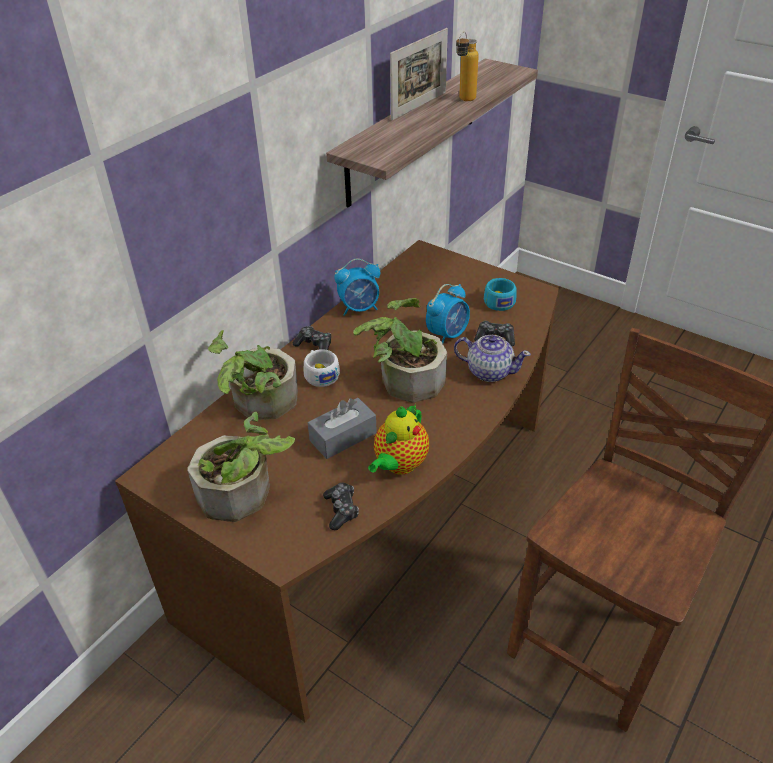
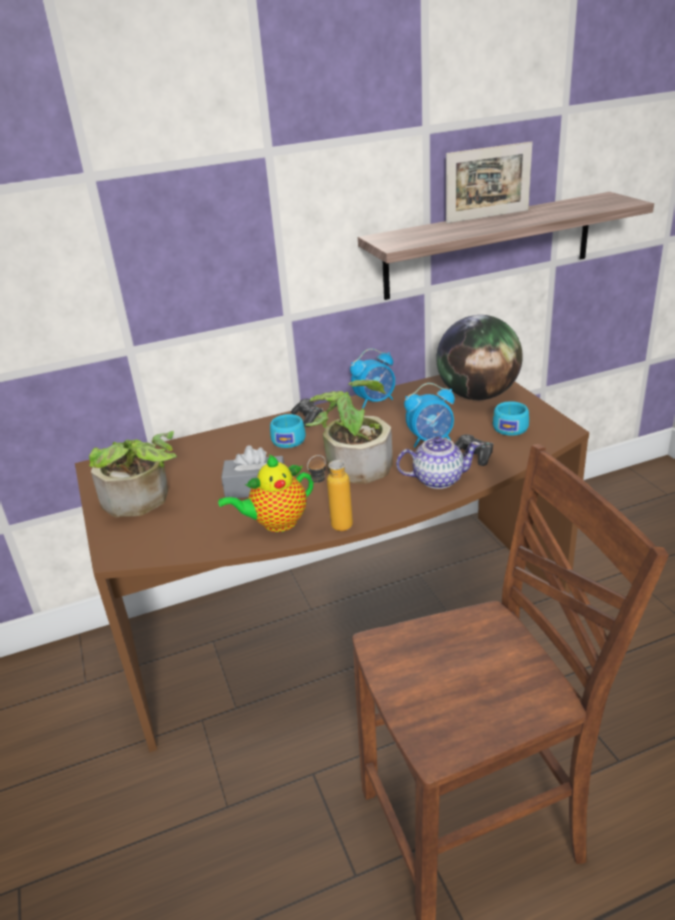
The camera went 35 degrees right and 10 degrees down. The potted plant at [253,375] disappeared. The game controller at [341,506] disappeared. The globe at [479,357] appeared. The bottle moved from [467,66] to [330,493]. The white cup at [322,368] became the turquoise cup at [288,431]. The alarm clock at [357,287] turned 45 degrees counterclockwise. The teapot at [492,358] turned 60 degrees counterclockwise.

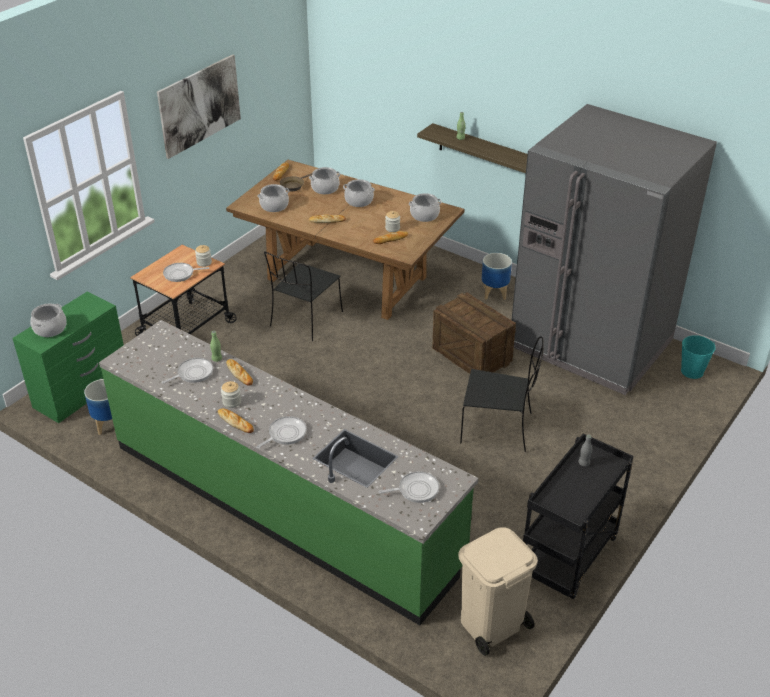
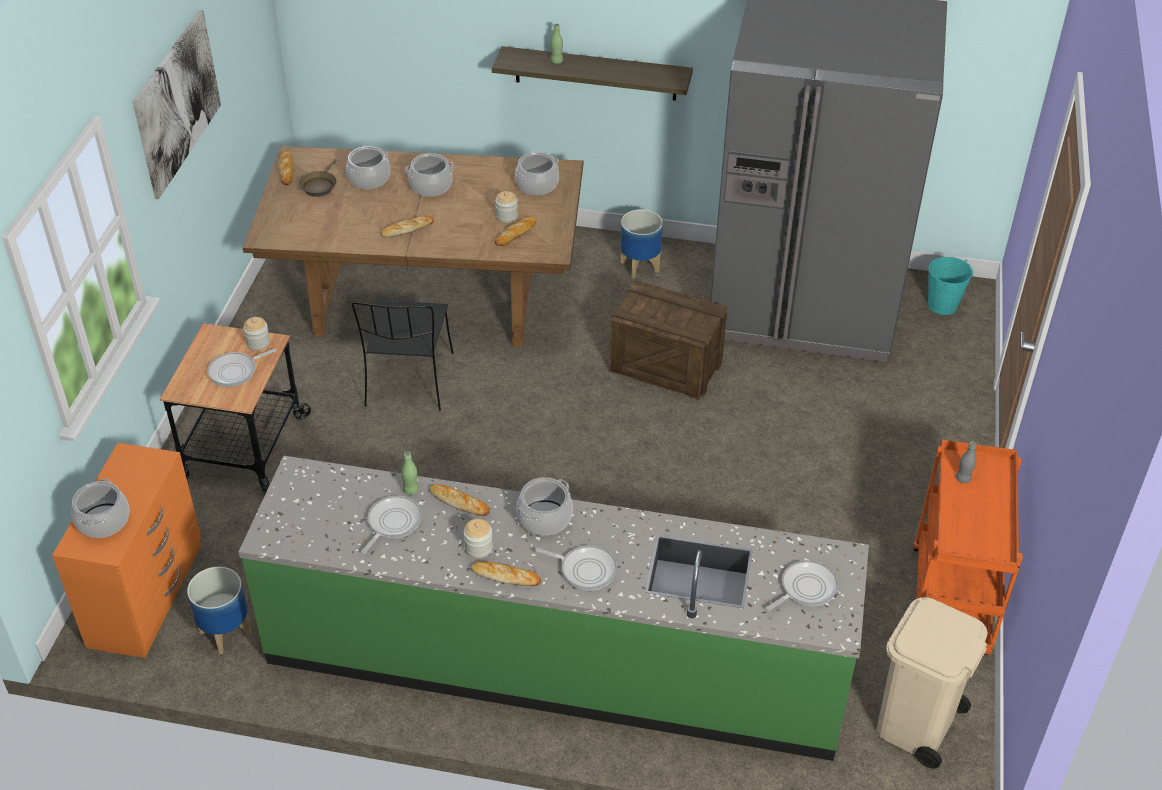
The camera went 25 degrees left and 5 degrees up. The black chair at [502,394] disappeared. The cooking pot moved from [273,198] to [544,506]. The green dresser at [68,357] became the orange dresser at [126,550]. The black cart at [578,516] became the orange cart at [968,547]. The frying pan at [281,432] turned 90 degrees clockwise.

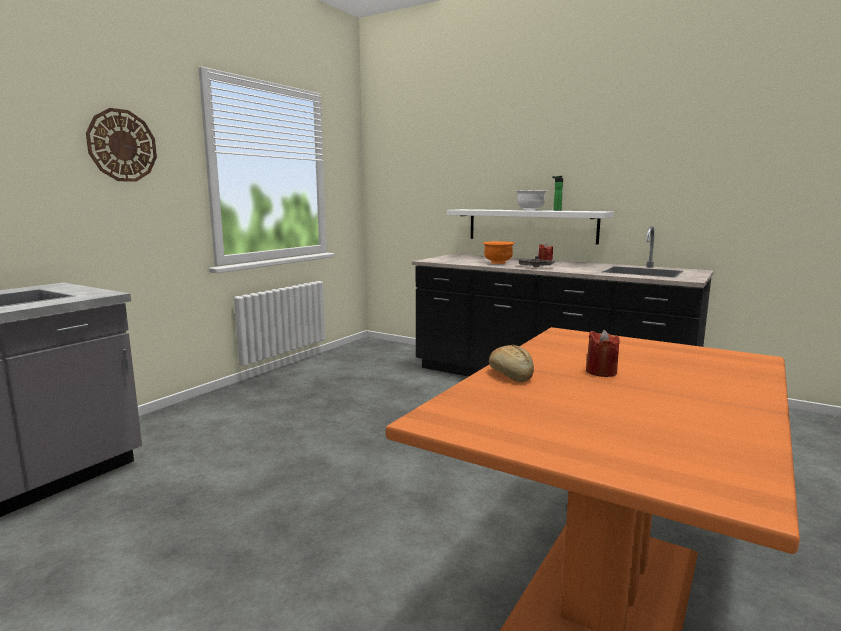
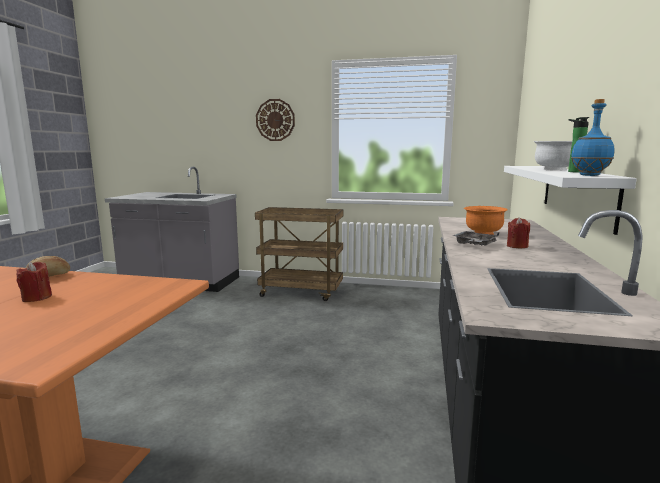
The camera went 70 degrees right and 0 degrees up. The brown cart at [299,254] appeared. The blue bottle at [592,137] appeared.

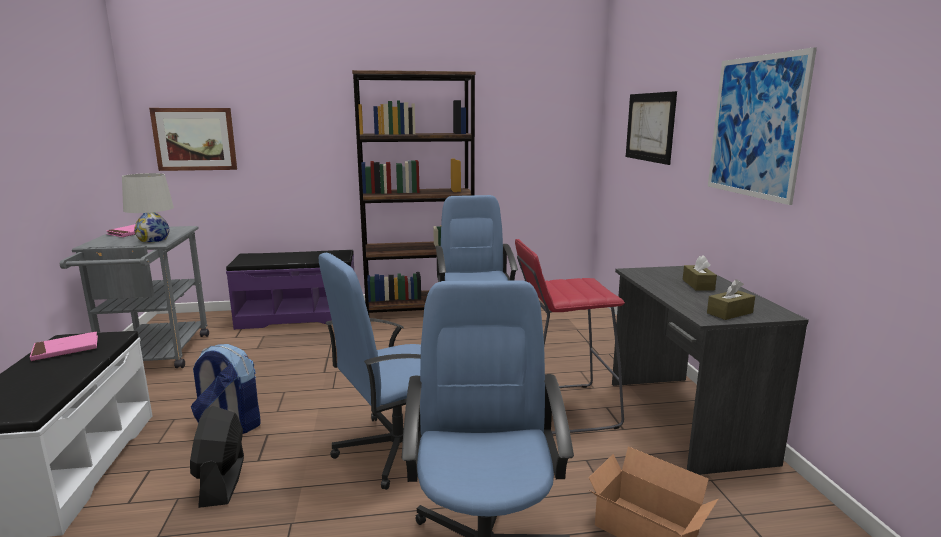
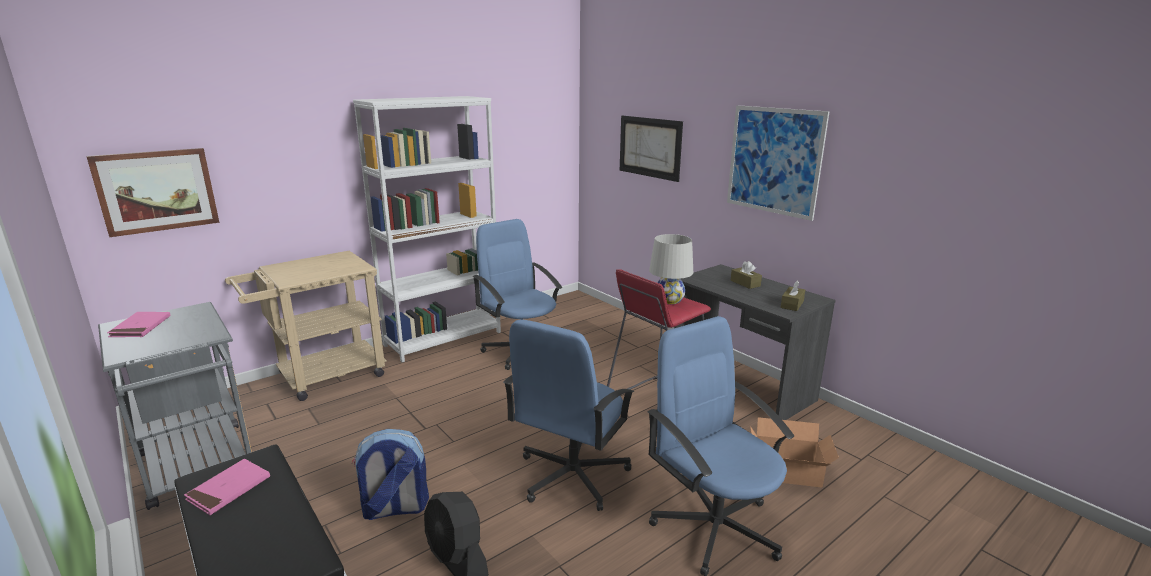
The camera went 30 degrees left and 5 degrees up. The white table lamp moved from [148,208] to [671,269]. The purple bench at [290,290] was replaced by the beige cart at [306,326]. The brown bookcase at [413,192] became the white bookcase at [427,229].

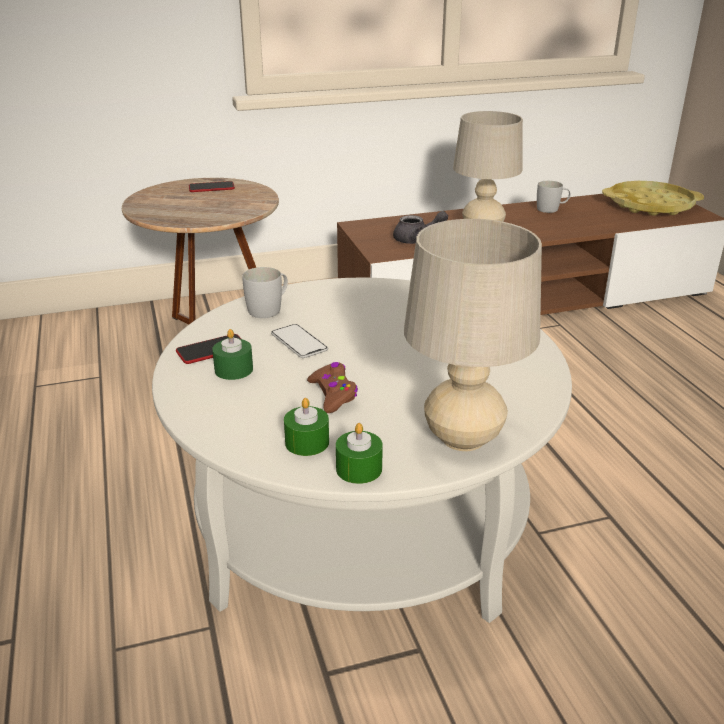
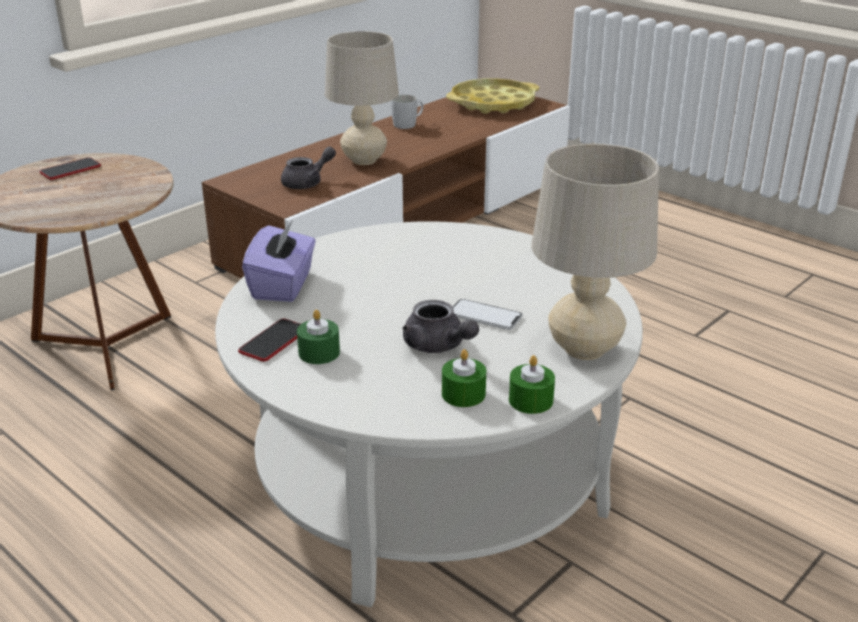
The camera went 30 degrees left and 0 degrees up. The phone moved from [299,341] to [488,314]. The white mug at [265,292] was replaced by the purple tissue box at [279,261]. The brown game controller at [332,387] was replaced by the grey teapot at [440,326].

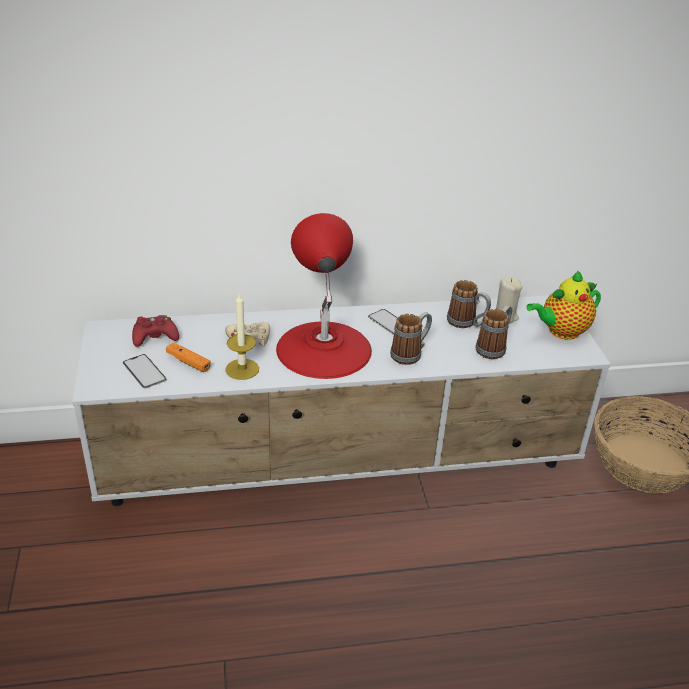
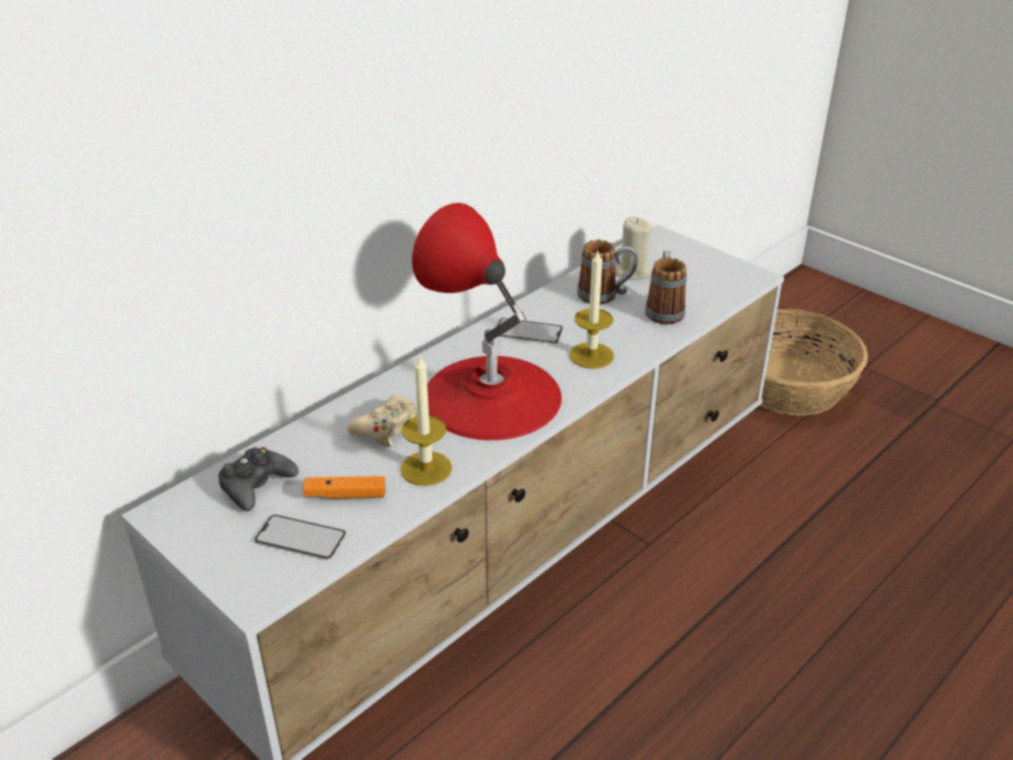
The camera went 35 degrees left and 0 degrees up. The teapot at [563,305] disappeared. The mug at [411,338] was replaced by the candle at [592,309]. The red game controller at [155,331] became the black game controller at [258,479].

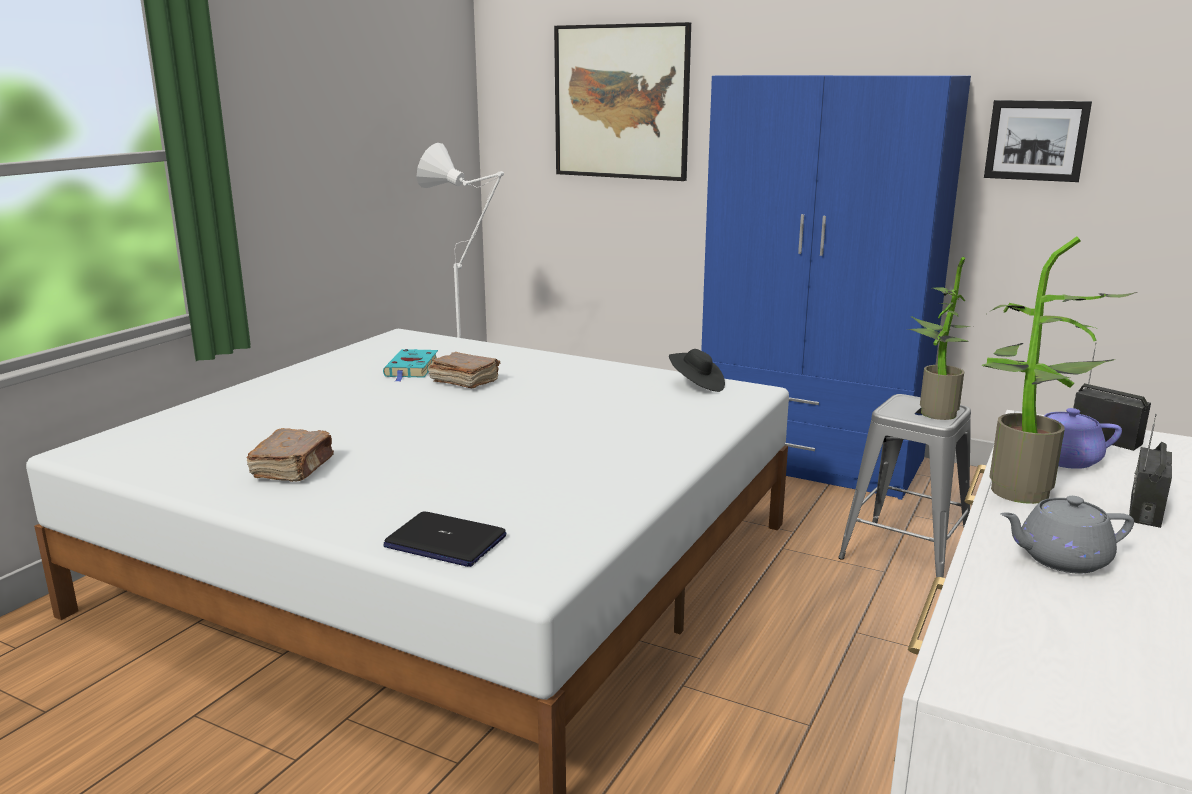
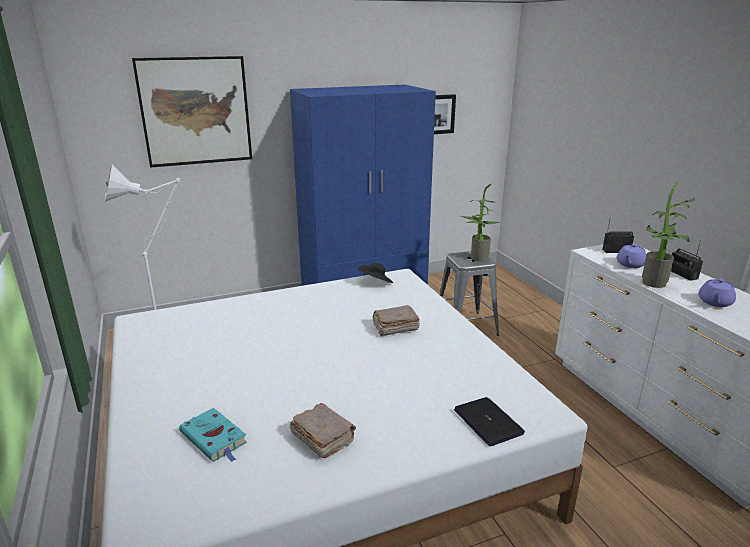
The camera went 50 degrees left and 5 degrees up. The turquoise book moved from [410,365] to [213,435]. The brown book moved from [464,370] to [396,320]. The grey teapot at [1067,534] became the purple teapot at [717,293]. The laptop at [444,539] turned 90 degrees counterclockwise.

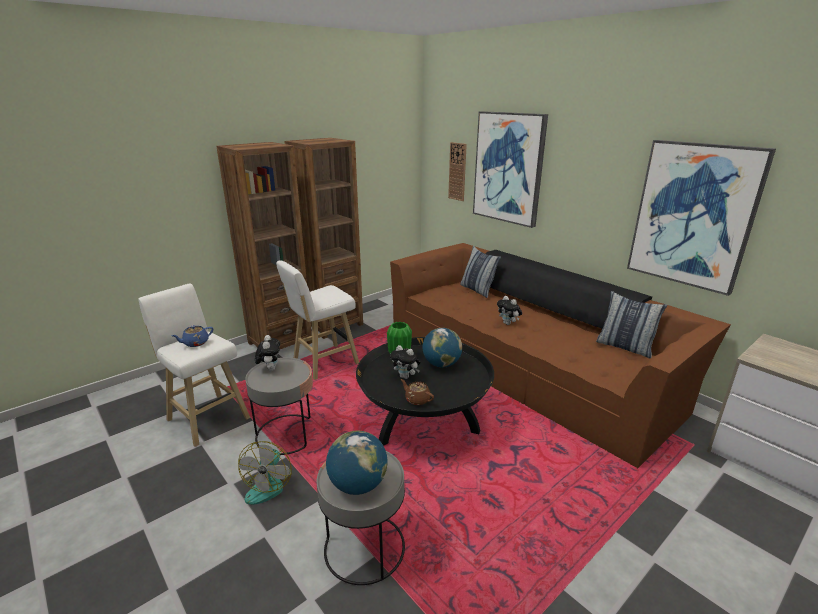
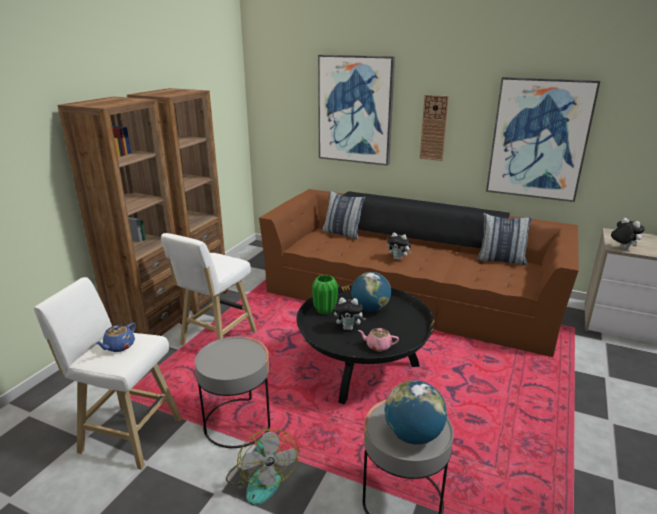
The camera went 25 degrees left and 0 degrees up. The plush toy moved from [267,353] to [628,233]. The wall clock moved from [457,171] to [434,128]. The brown teapot at [417,392] became the pink teapot at [378,339].

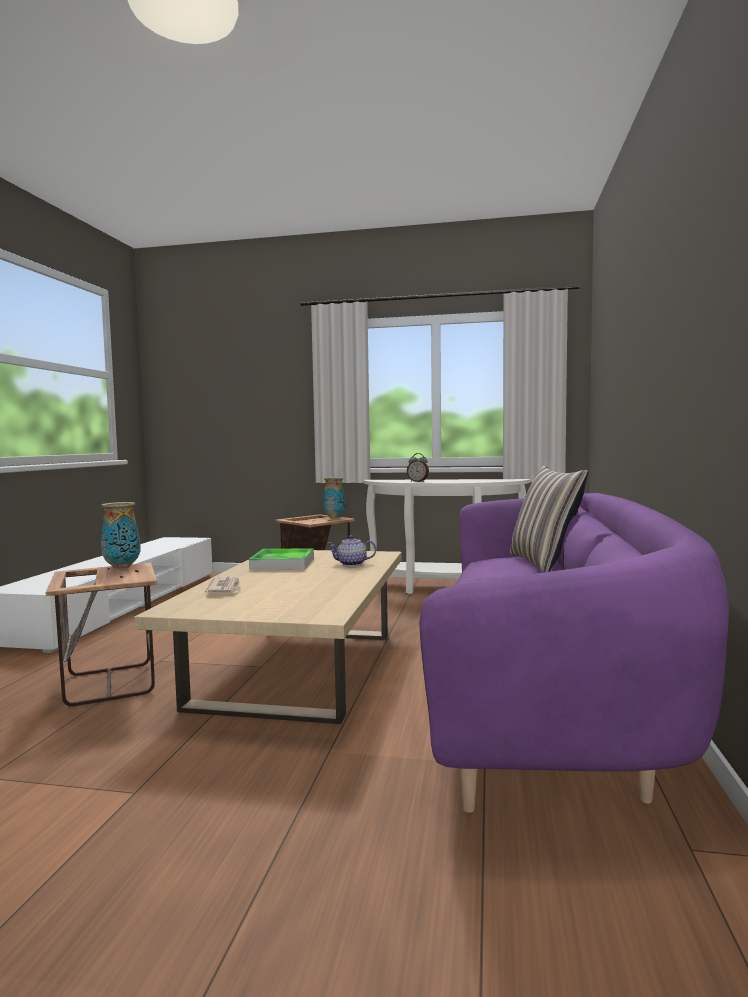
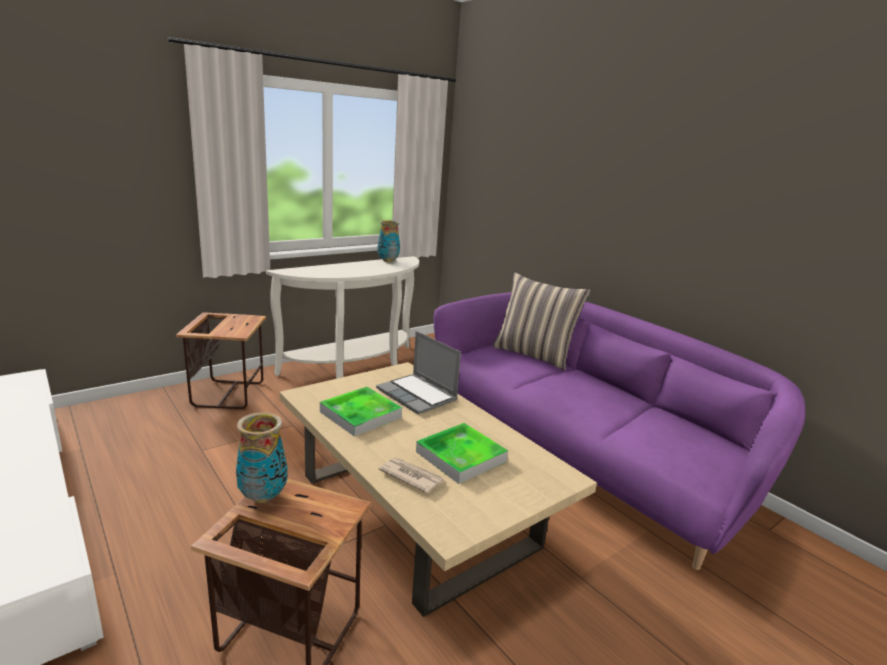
The camera went 50 degrees left and 15 degrees up. The alarm clock at [418,467] disappeared. The tray at [462,453] appeared. The vase moved from [334,497] to [389,241]. The teapot at [351,550] was replaced by the laptop at [418,373].

